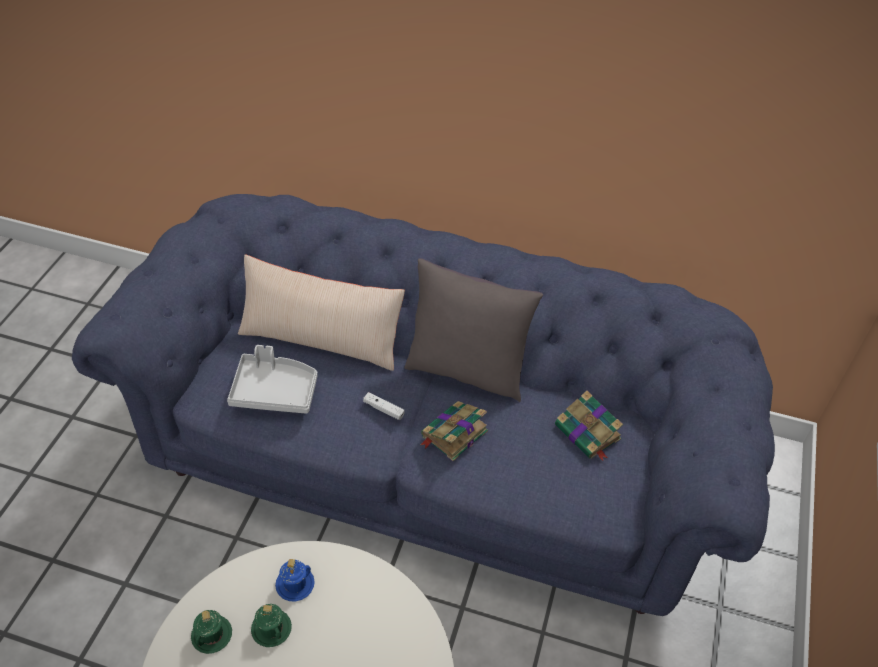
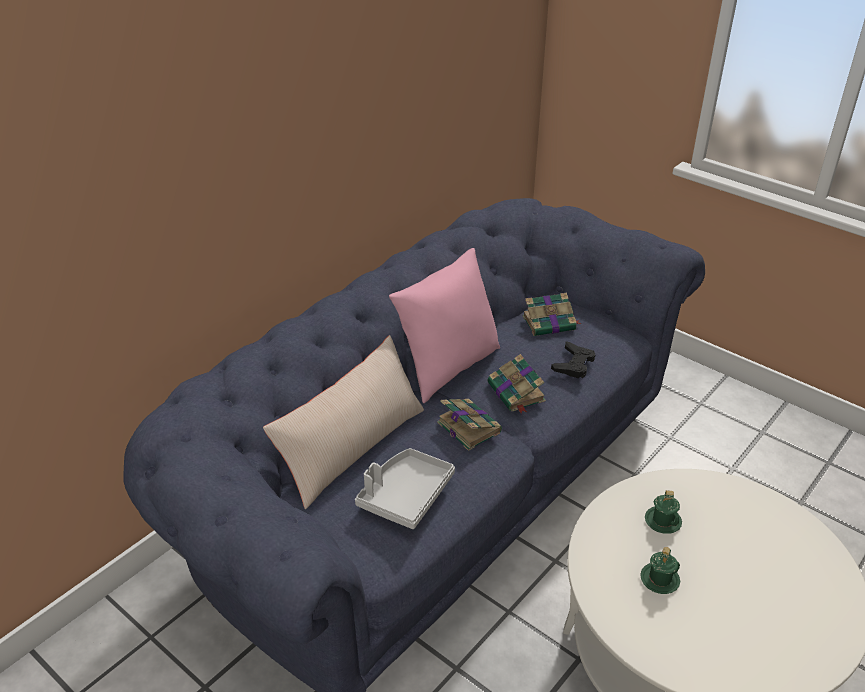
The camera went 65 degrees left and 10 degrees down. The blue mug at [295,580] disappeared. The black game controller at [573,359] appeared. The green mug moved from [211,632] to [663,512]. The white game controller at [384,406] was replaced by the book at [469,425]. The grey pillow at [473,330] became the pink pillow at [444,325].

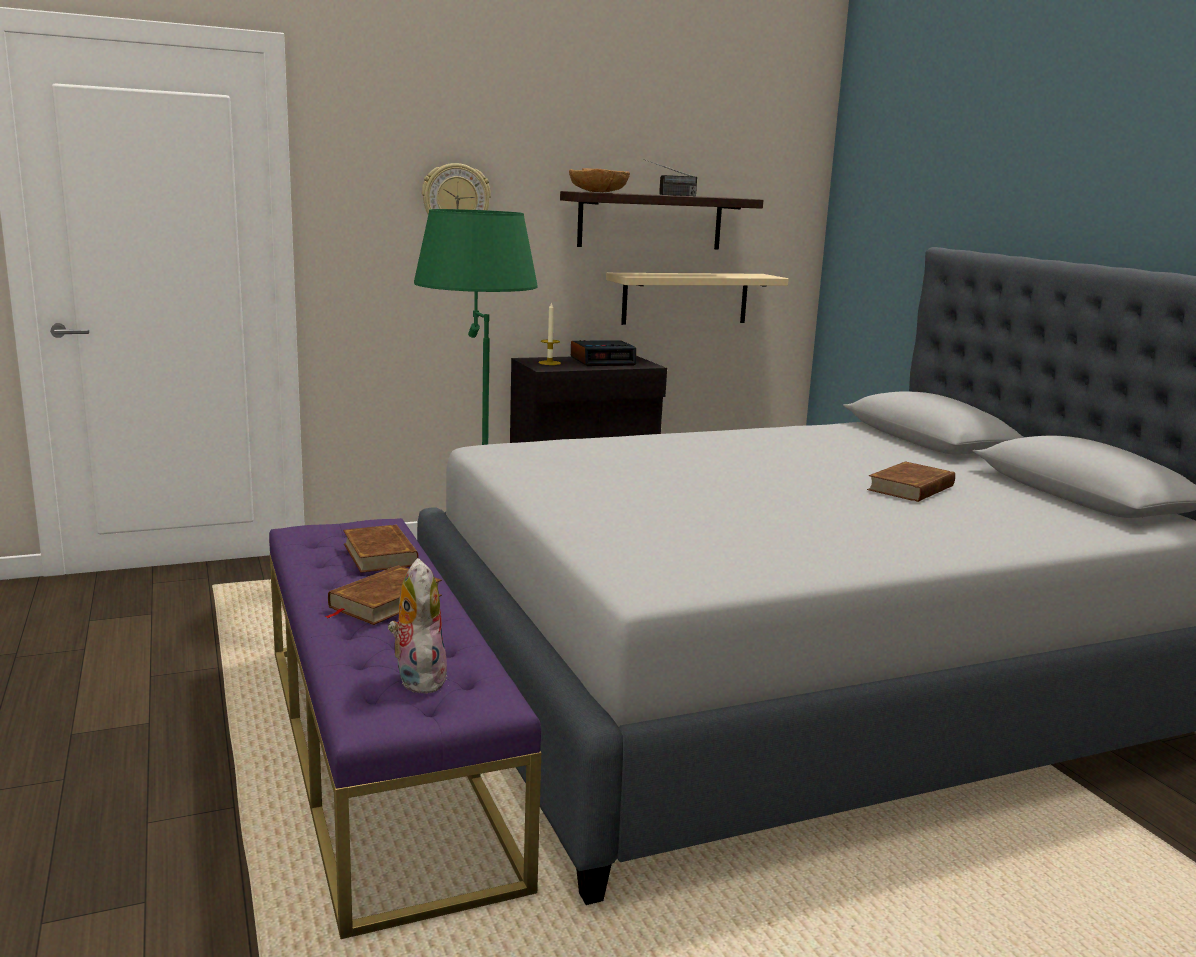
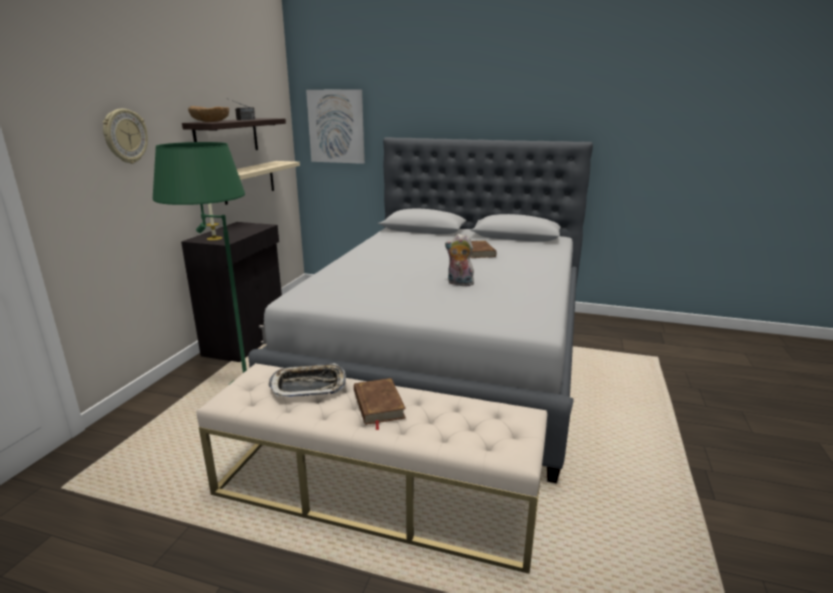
The camera went 50 degrees left and 5 degrees up. The alarm clock at [604,353] disappeared. The picture at [335,126] appeared. The plush toy moved from [417,626] to [459,260]. The brown book at [381,548] was replaced by the tray at [307,380]. The purple bench at [405,728] became the beige bench at [371,468].

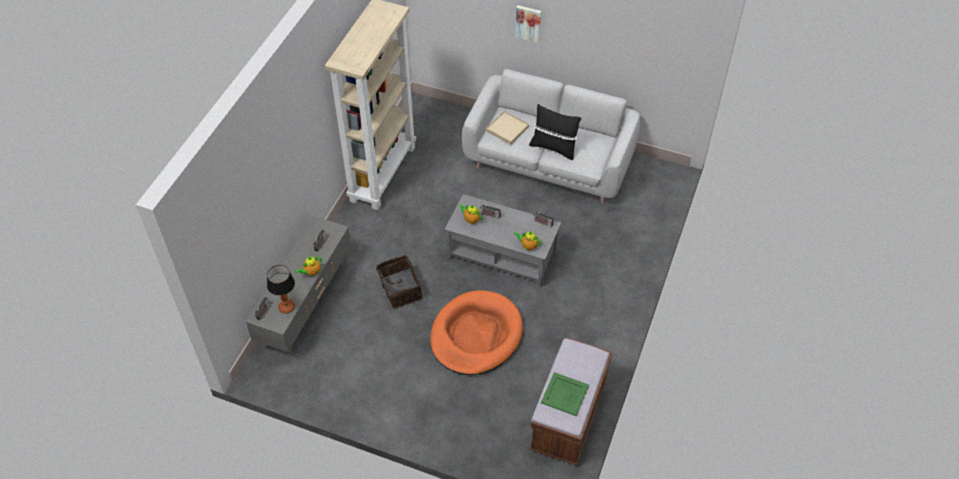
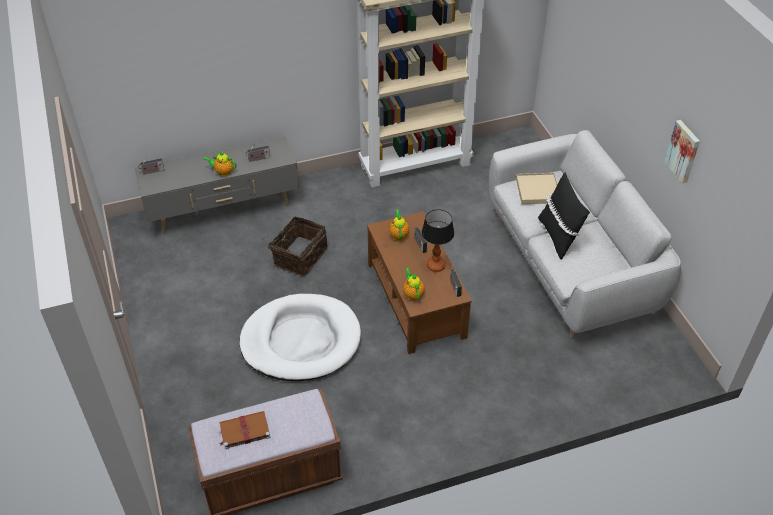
The camera went 50 degrees right and 5 degrees down. The table lamp moved from [281,289] to [438,240]. The picture moved from [528,24] to [682,152]. The green tray at [565,394] was replaced by the brown book at [245,430]. The orange dog bed at [476,332] became the white dog bed at [300,337]. The grey coffee table at [503,241] became the brown coffee table at [419,282].

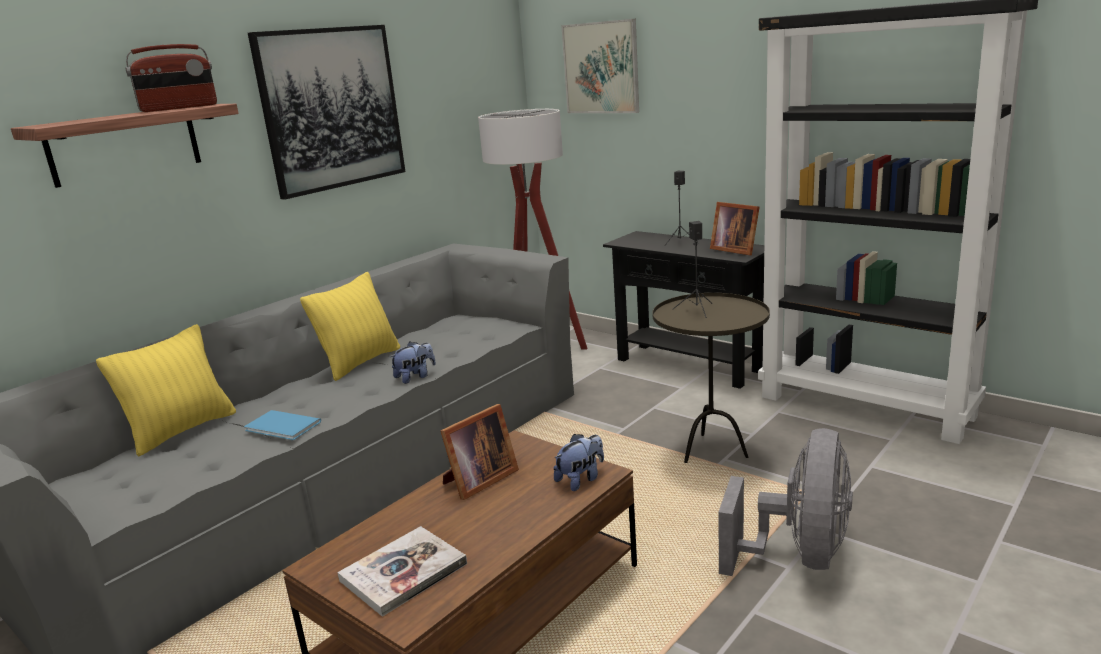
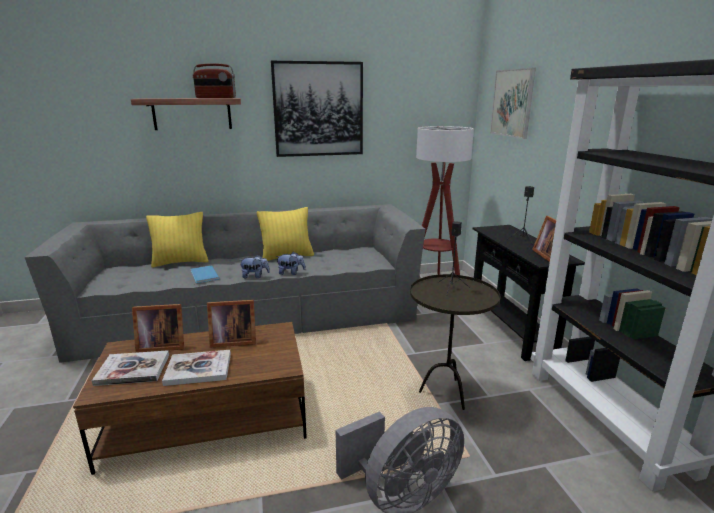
The camera went 35 degrees right and 0 degrees up. The picture frame at [158,328] appeared. The book at [196,368] appeared. The plush toy moved from [578,462] to [255,266].

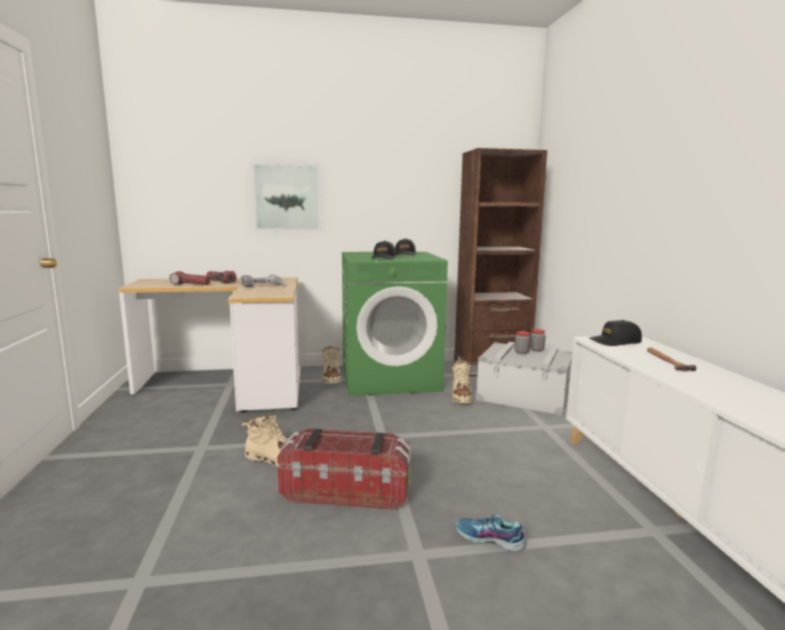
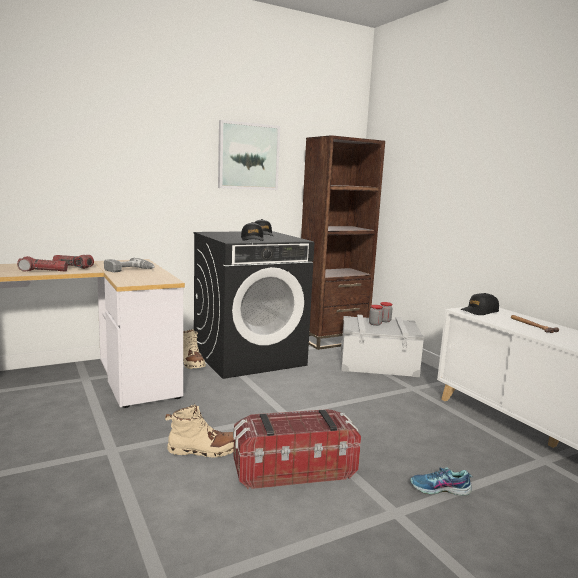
The camera went 20 degrees left and 0 degrees up. The beige boot at [462,382] disappeared. The picture moved from [286,196] to [249,155]. The green washing machine at [395,324] became the black washing machine at [253,305].

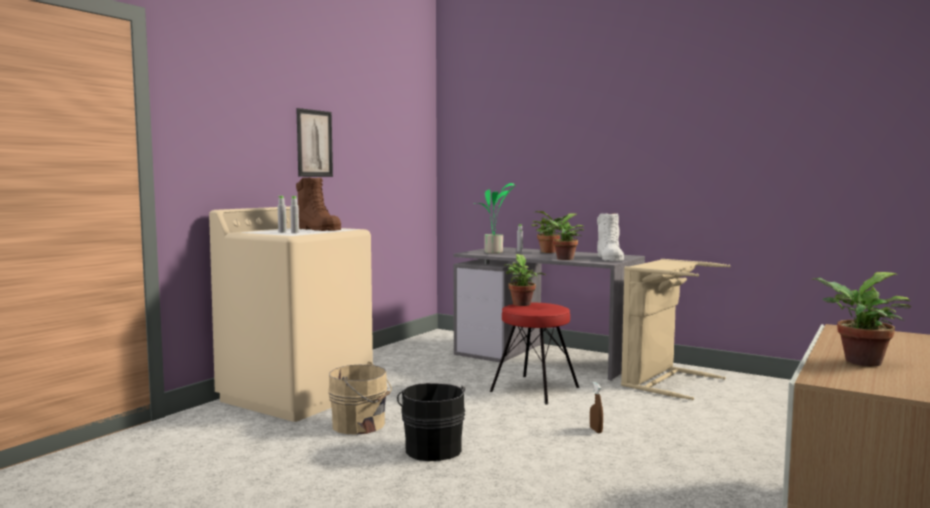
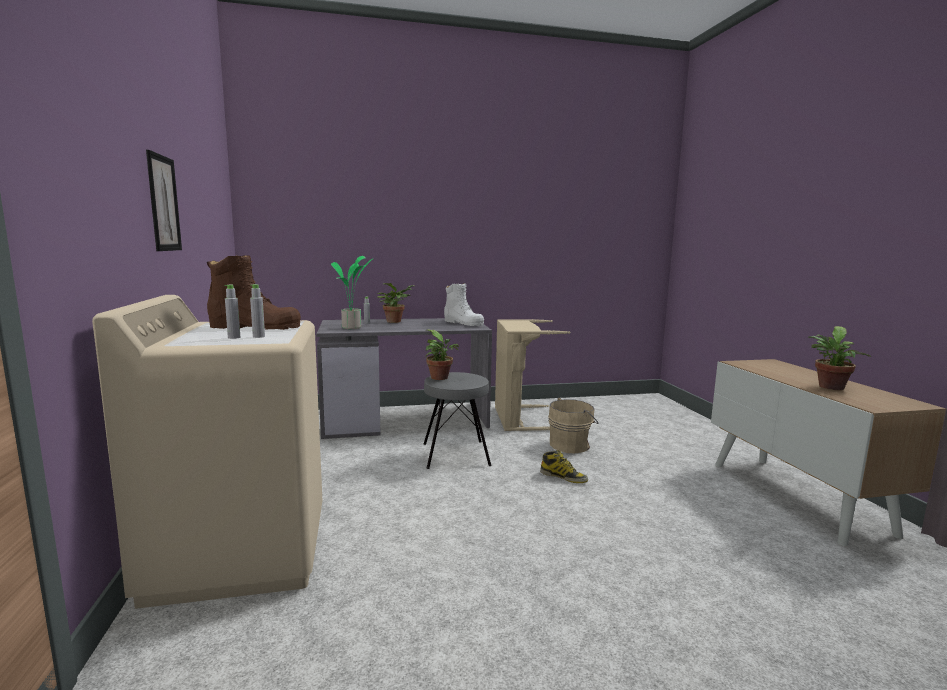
The camera went 45 degrees left and 5 degrees up. The black bucket at [431,422] disappeared. The potted plant at [562,237] disappeared. The beige bucket moved from [360,398] to [573,425]. The brown spray bottle at [596,407] was replaced by the boot at [564,466]. The red stool at [534,354] became the grey stool at [458,420].

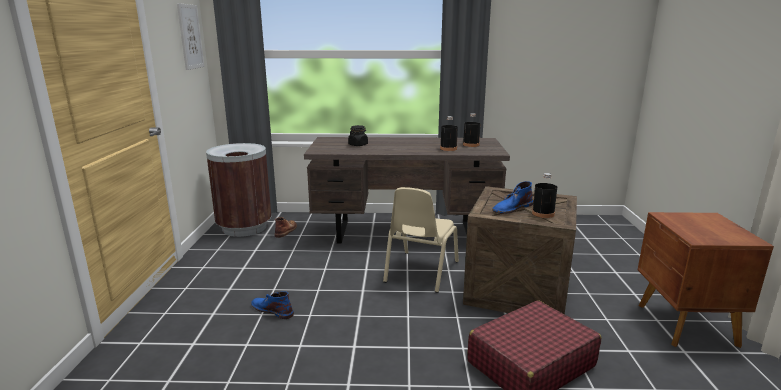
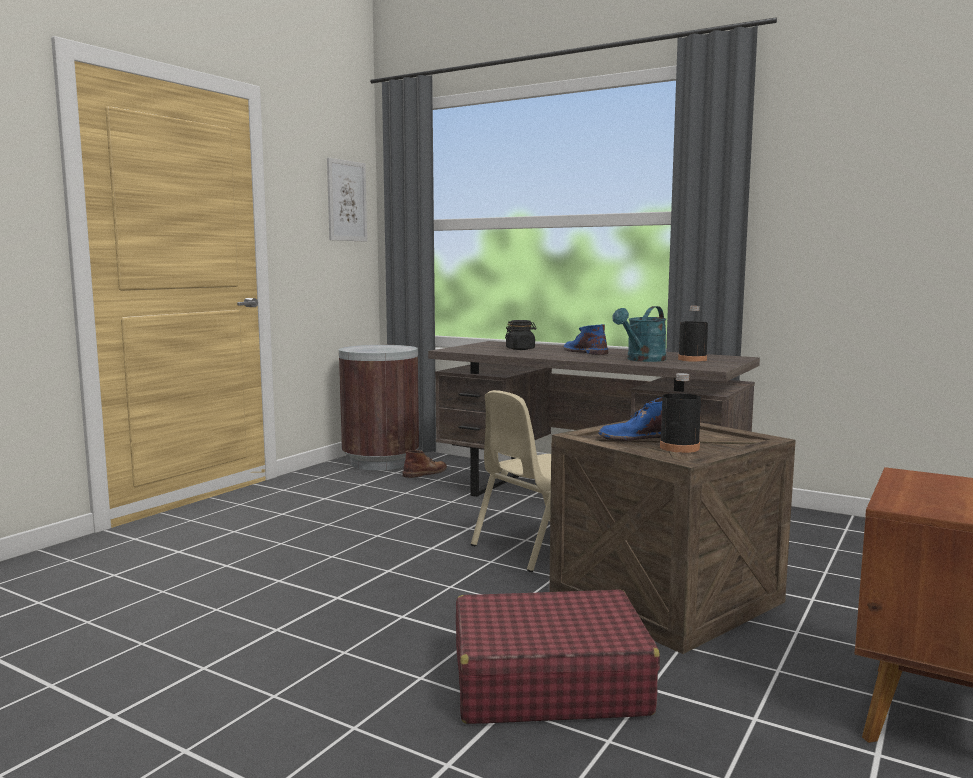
The camera went 30 degrees right and 10 degrees down. The blue boot moved from [272,305] to [585,339]. The black bottle at [449,133] was replaced by the turquoise watering can at [639,334].

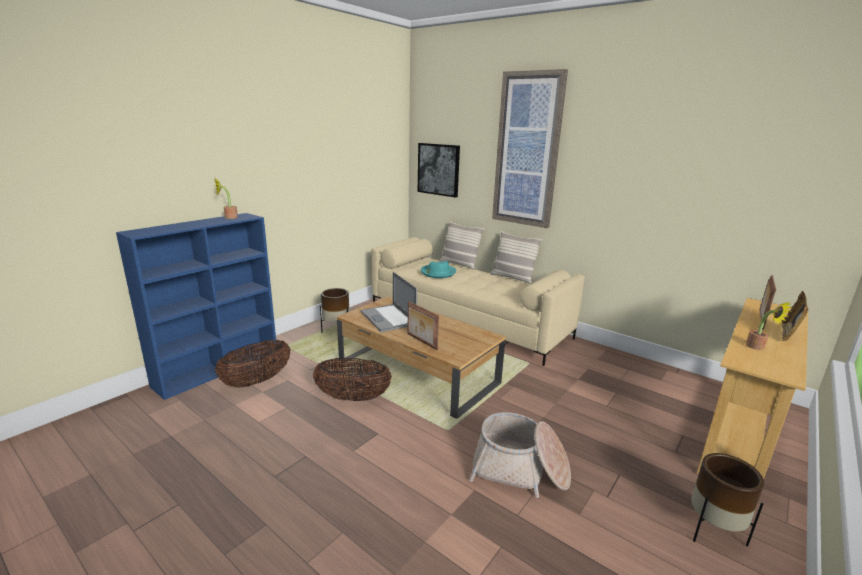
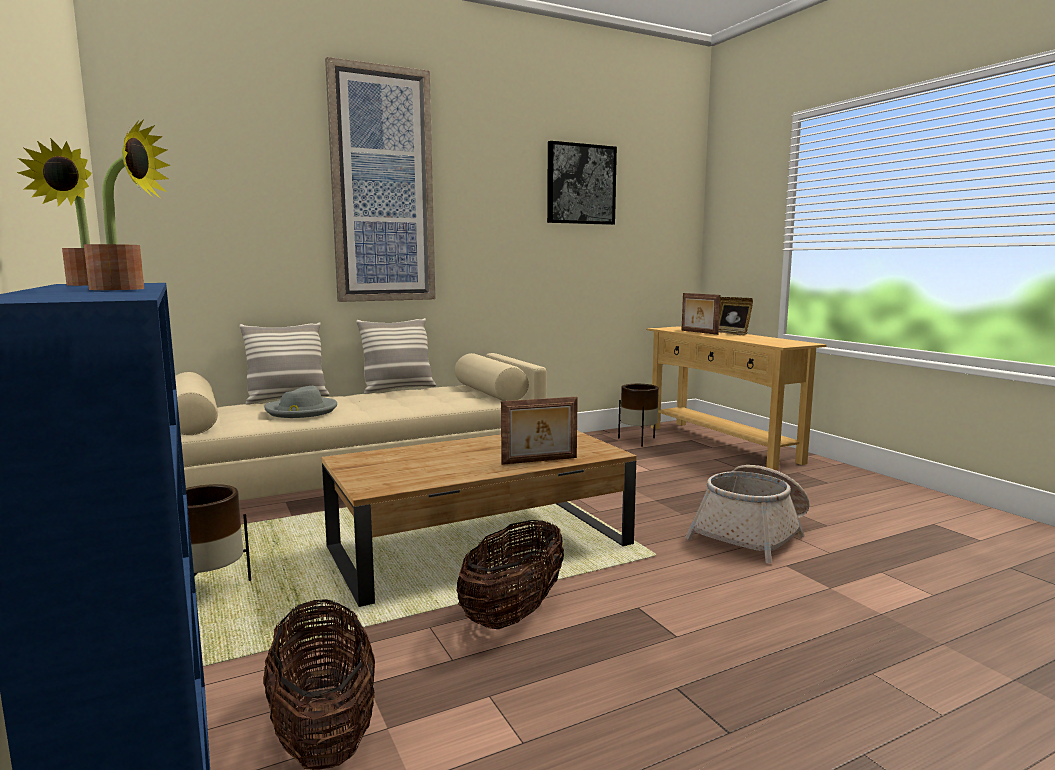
The camera went 65 degrees left and 10 degrees down. The laptop at [388,302] disappeared. The picture moved from [439,170] to [582,183]. The brown planter moved from [727,500] to [638,415]. The potted plant moved from [768,326] to [127,204]. The turquoise hat at [438,269] became the grey hat at [300,402].

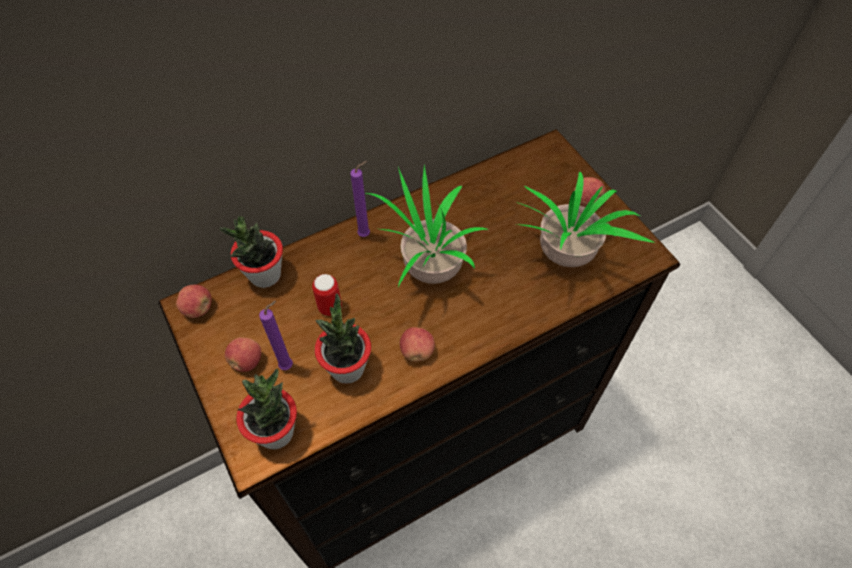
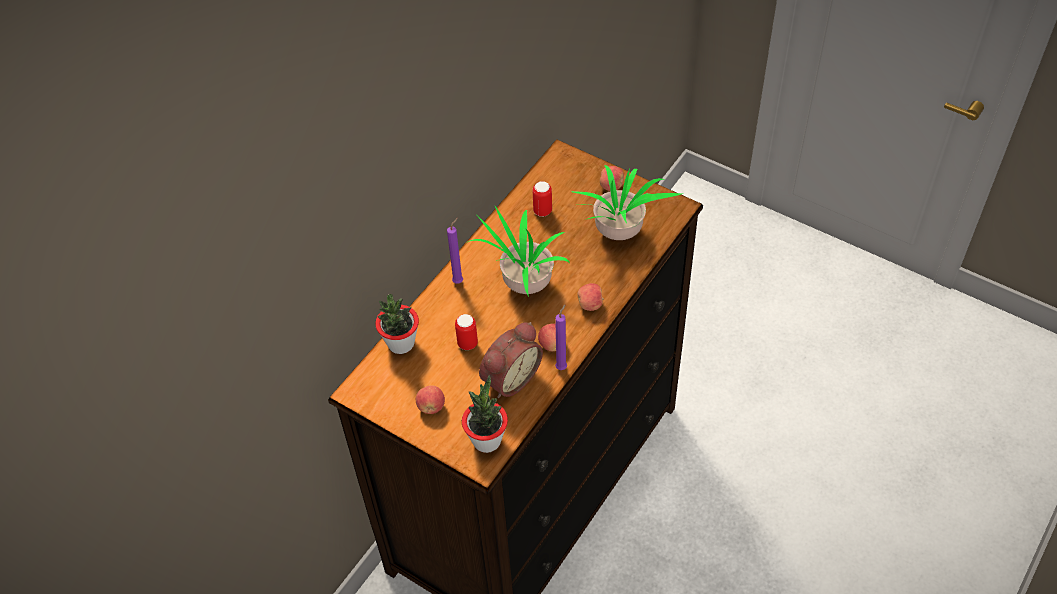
The camera went 25 degrees left and 5 degrees down. The can at [542,199] appeared. The apple moved from [194,301] to [590,297]. The purple candle moved from [276,335] to [561,337]. The potted plant at [343,338] was replaced by the alarm clock at [511,360].

